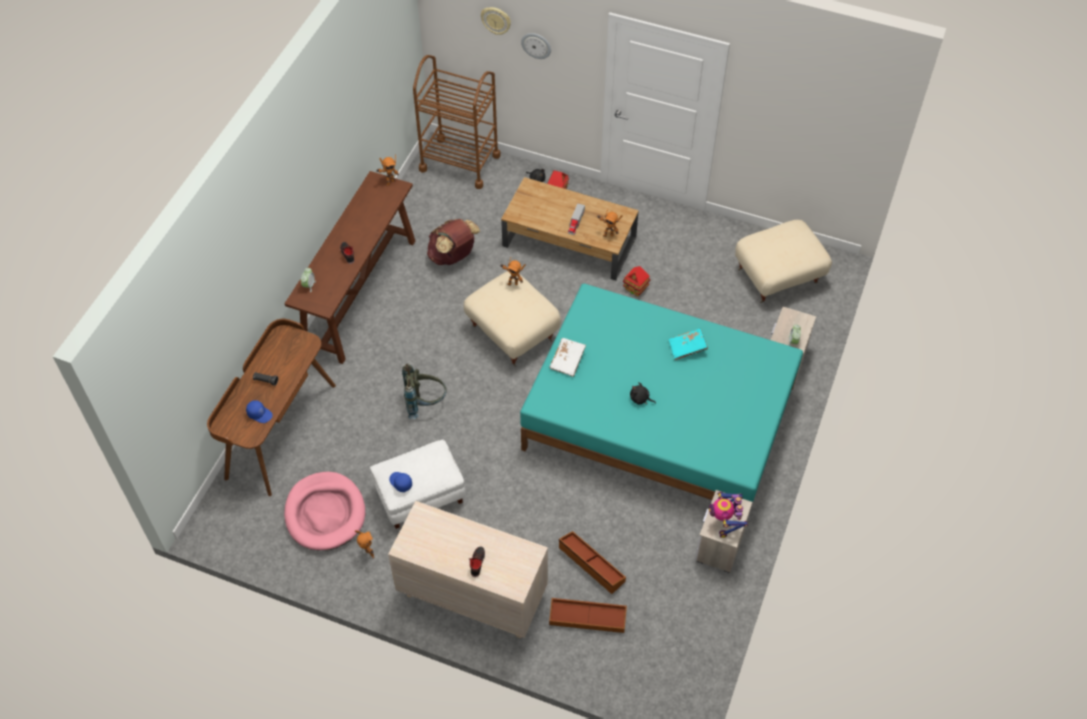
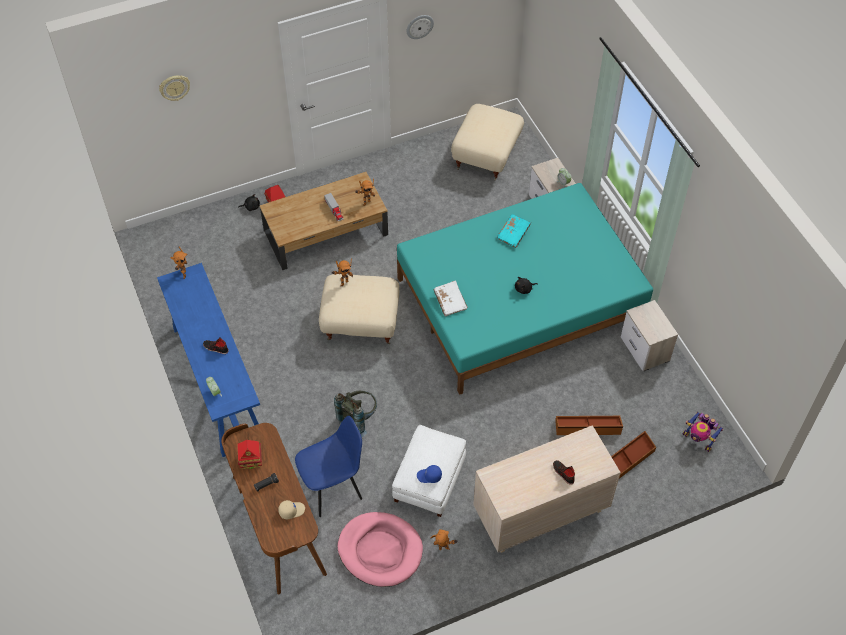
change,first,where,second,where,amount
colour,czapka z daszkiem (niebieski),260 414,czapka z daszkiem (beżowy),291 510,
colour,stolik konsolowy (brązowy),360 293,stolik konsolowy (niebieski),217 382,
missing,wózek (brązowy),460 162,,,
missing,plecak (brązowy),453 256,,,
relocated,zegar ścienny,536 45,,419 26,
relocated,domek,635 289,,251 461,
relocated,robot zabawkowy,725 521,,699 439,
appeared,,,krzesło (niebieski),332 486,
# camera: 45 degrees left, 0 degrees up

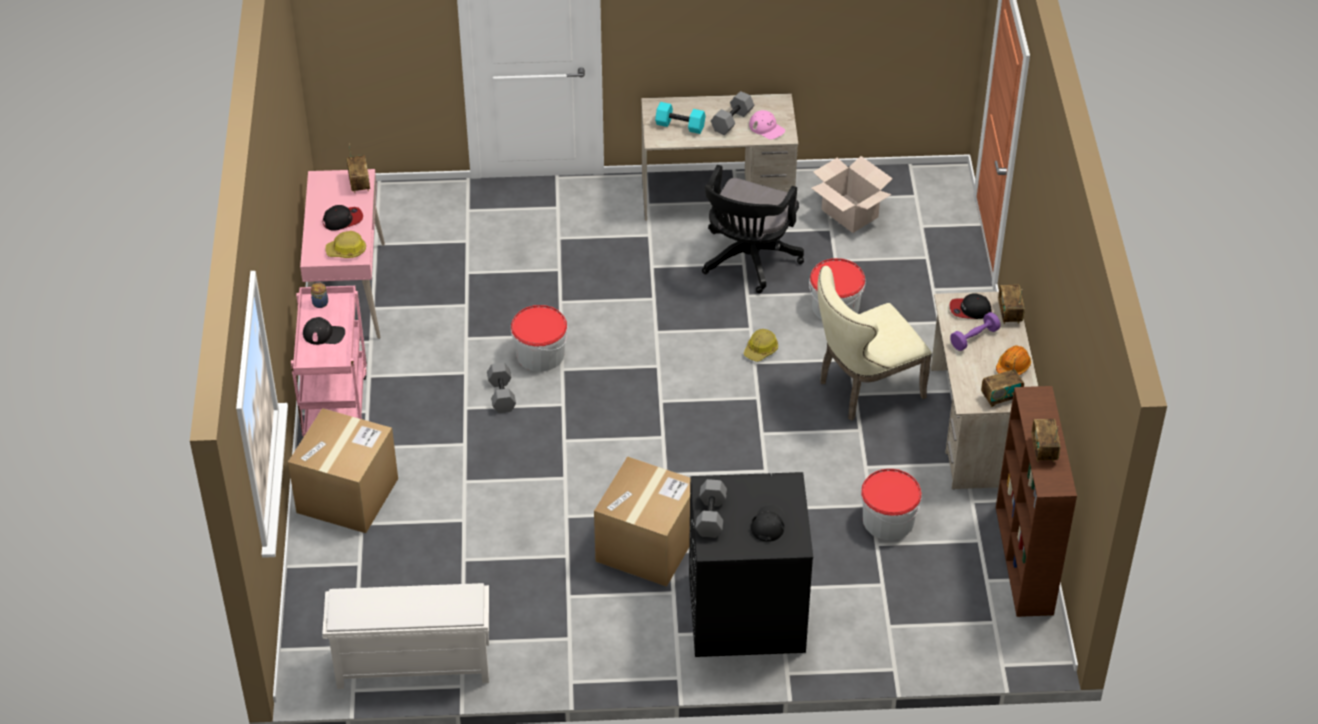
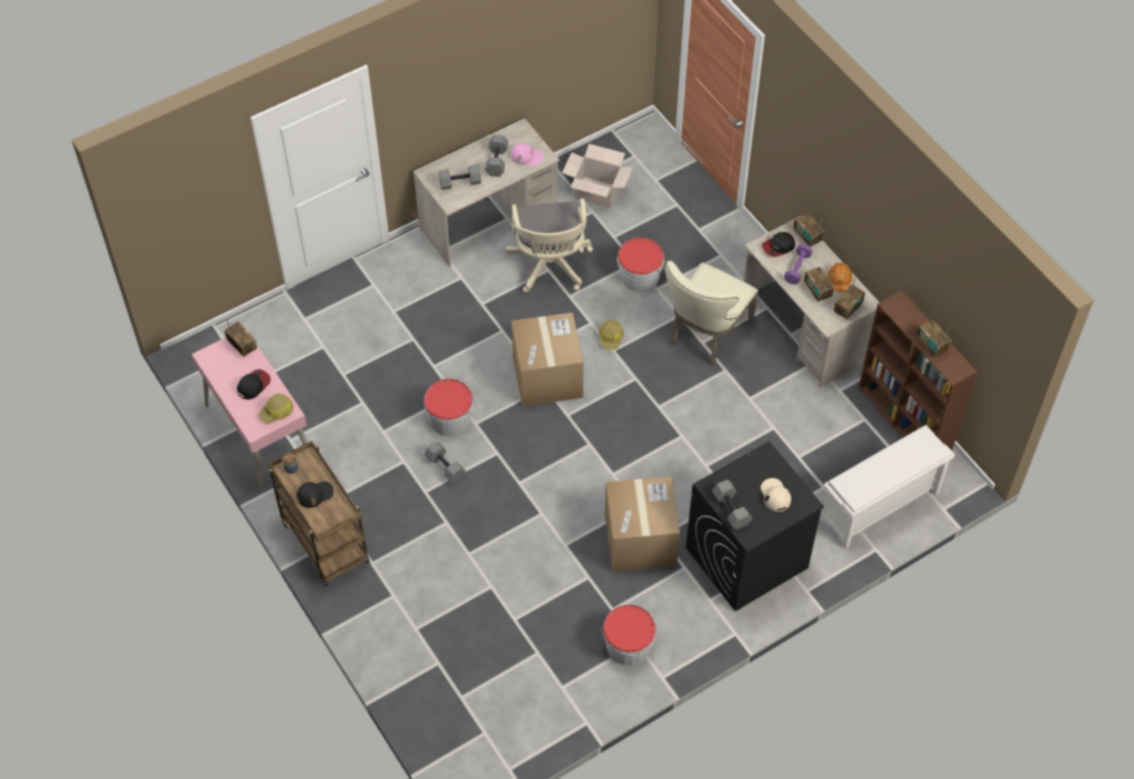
change,first,where,second,where,amount
relocated,karton,347 495,,547 377,
colour,wózek (różowy),335 408,wózek (brązowy),323 541,
relocated,regał na buty (biały),412 666,,879 507,
colour,hantel (turkusowy),679 126,hantel (szary),460 183,
colour,krzesło biurowe (czarny),747 261,krzesło biurowe (beżowy),550 267,
colour,czapka z daszkiem (czarny),768 524,czapka z daszkiem (beżowy),775 495,
relocated,wiadro,888 520,,628 645,
appeared,,,radio,817 291,
# camera: 30 degrees left, 10 degrees up

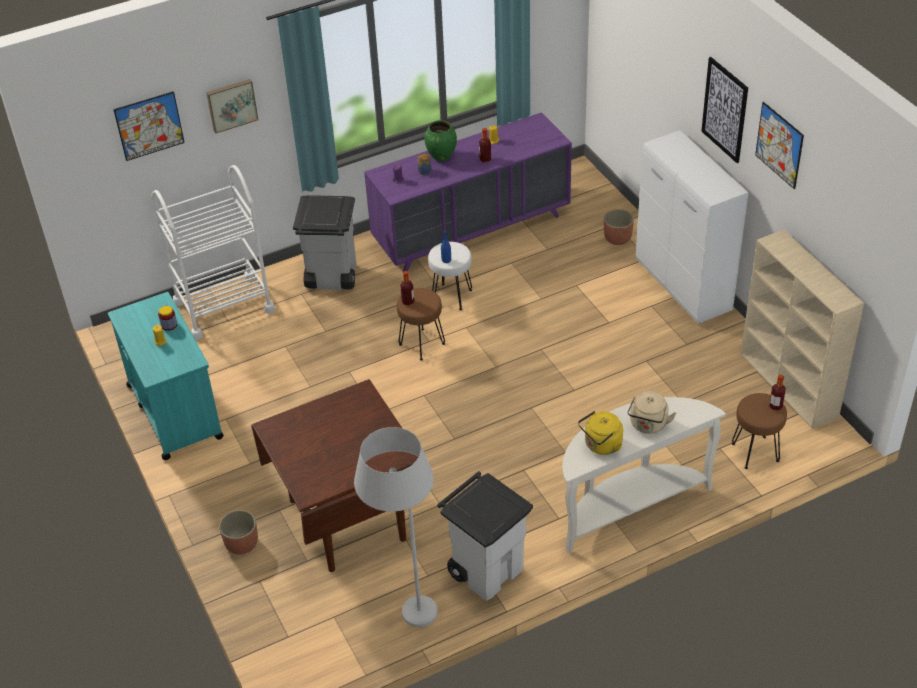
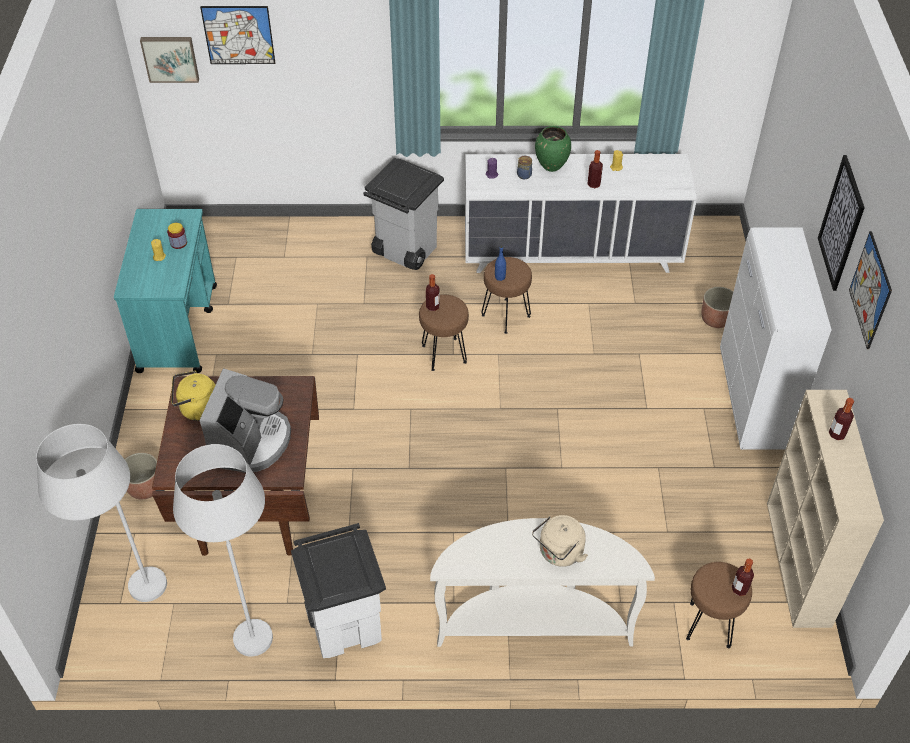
change,first,where,second,where,amount
missing,wózek (biały),224 306,,,
relocated,obraz,231 104,,170 58,
colour,komoda (fioletowy),472 230,komoda (biały),571 254,
colour,stołek (biały),452 296,stołek (brązowy),506 316,
relocated,czajnik (żółty),601 445,,197 409,
appeared,,,lampa stojąca (biały),131 600,
appeared,,,ekspres do kawy,250 442,
appeared,,,butelka,837 434,
# camera: 25 degrees right, 5 degrees up

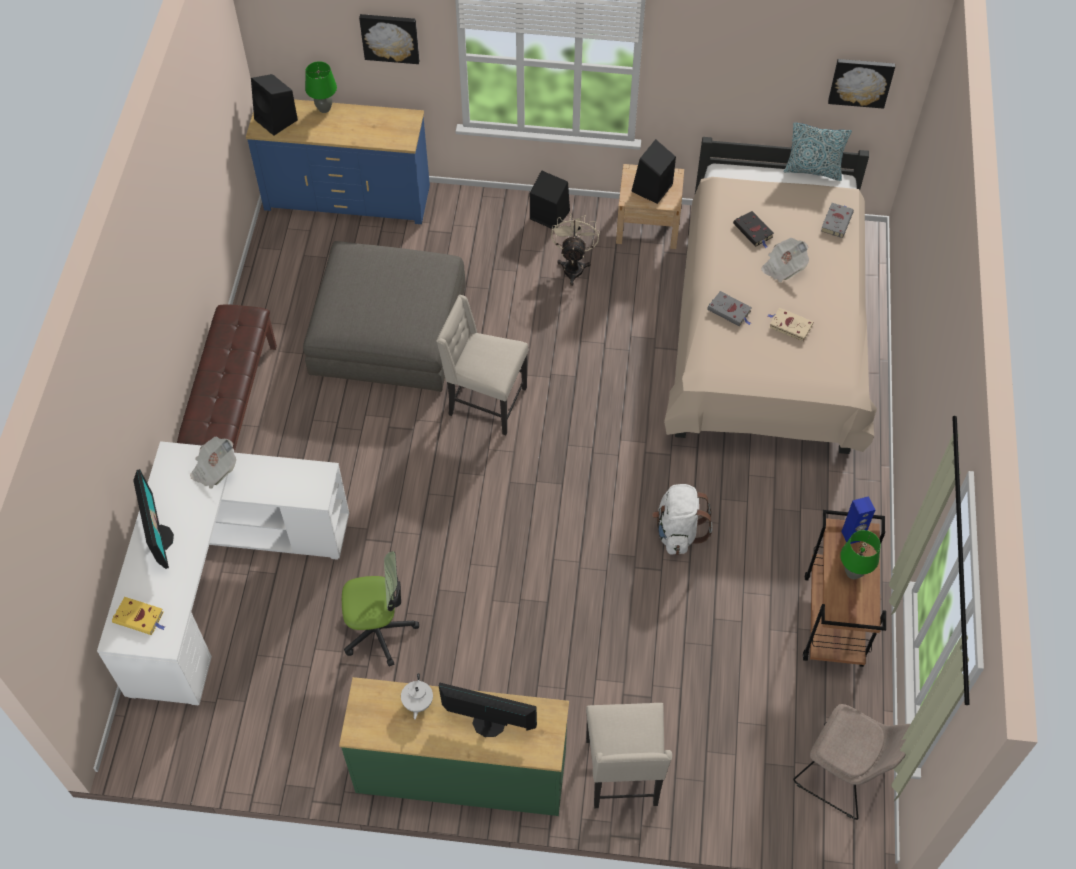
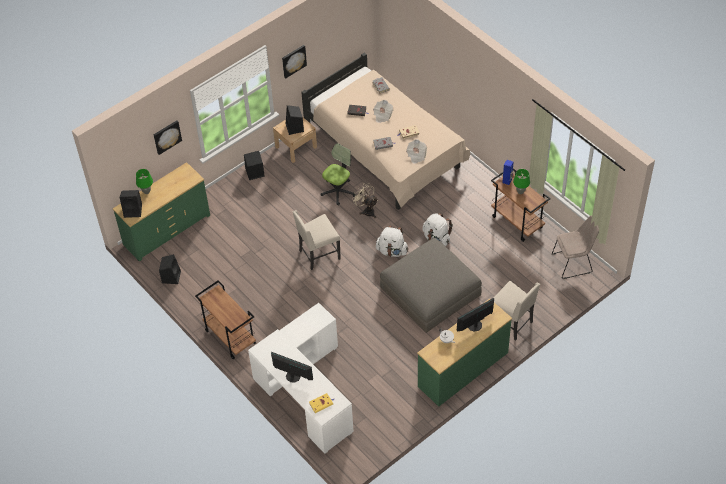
change,first,where,second,where,amount
exchanged,ławka (brązowy),233 410,wózek (brązowy),229 337,
relocated,gazeta,214 469,,416 155,
colour,komoda (niebieski),347 197,komoda (zielony),166 230,
relocated,pufa (szary),388 329,,430 291,
relocated,krzesło biurowe,378 630,,338 191,
relocated,wentylator (beżowy),573 266,,367 210,
missing,poduszka,813 170,,,
relocated,obraz,861 81,,293 60,
appeared,,,głośnik (czarny),171 276,
appeared,,,plecak (biały),392 251,
# camera: 45 degrees left, 5 degrees down

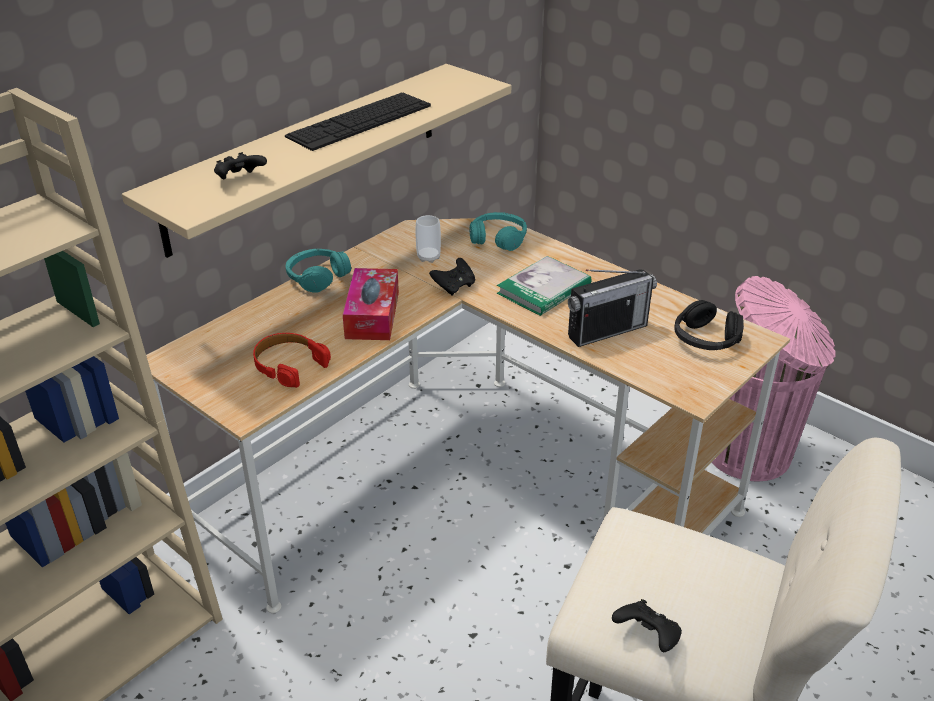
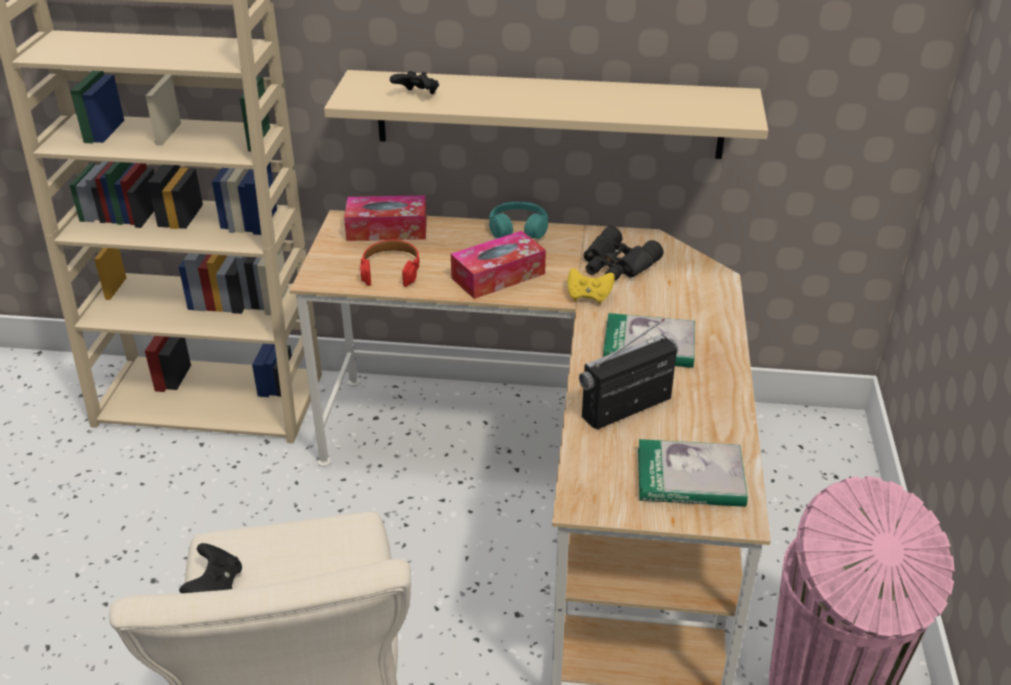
change,first,where,second,where,amount
missing,klawiatura,360 121,,,
exchanged,filiżanka,428 257,lornetka (czarny),616 265,
colour,pad do gier (czarny),454 287,pad do gier (żółty),589 296,
missing,słuchawki (turkusowy),498 239,,,
spun,radio,607 331,,627 408,120 degrees clockwise
exchanged,słuchawki (czarny),705 339,książka,690 477,
appeared,,,pudełko chusteczek,387 229,
# camera: 55 degrees right, 0 degrees up

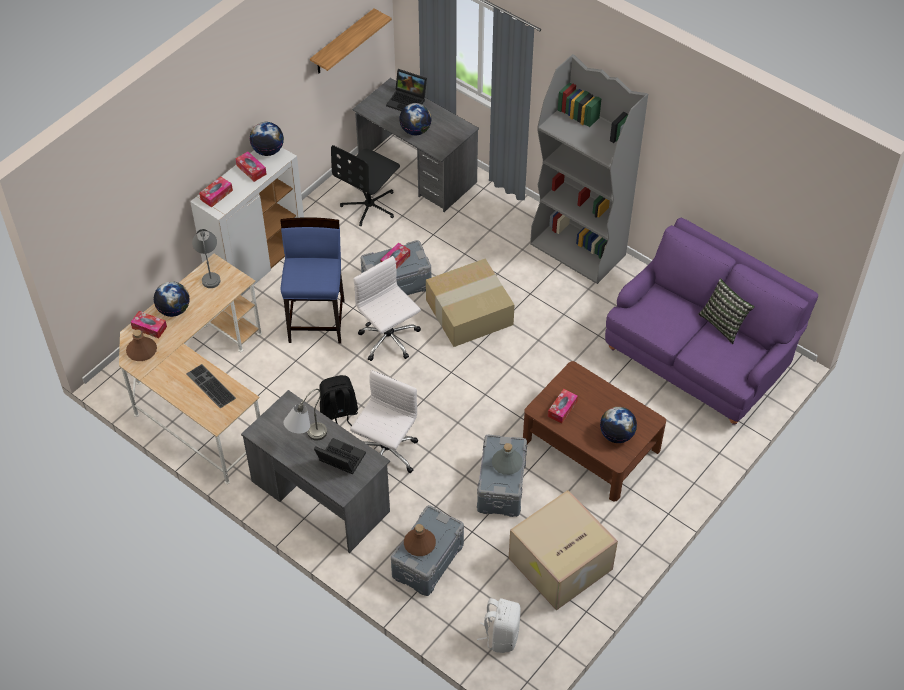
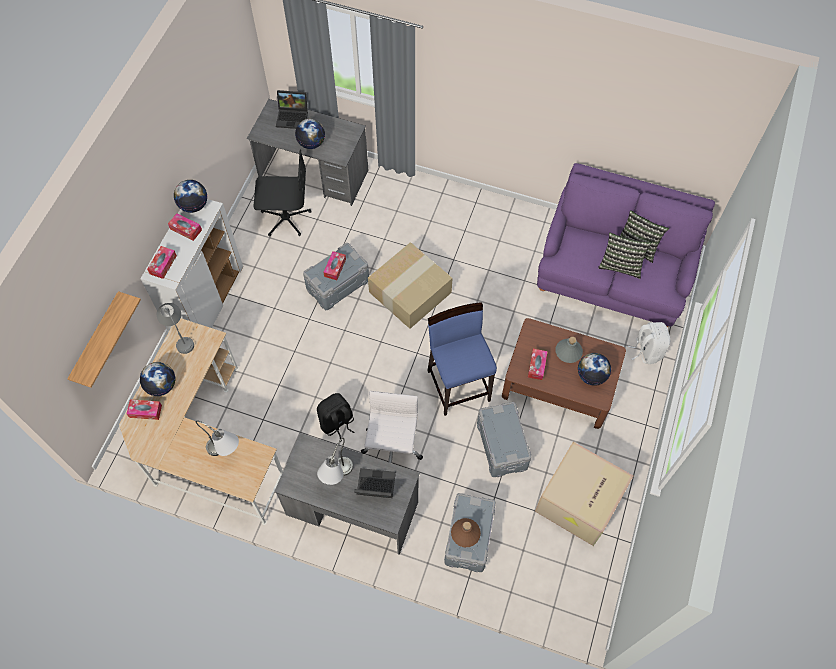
change,first,where,second,where,amount
missing,butelka (brązowy),141 351,,,
exchanged,klawiatura,209 386,lampa stołowa (szary),226 453,
relocated,stołek (niebieski),317 320,,459 385,
relocated,półka,343 42,,97 340,
spun,krzesło biurowe (czarny),370 205,,285 218,105 degrees counterclockwise
missing,krzesło biurowe (biały),389 340,,,
relocated,plecak (biały),501 635,,646 350,
relocated,butelka (szary),507 463,,568 351,
missing,regał (szary),578 250,,,
appeared,,,poduszka,621 265,
# camera: 20 degrees left, 10 degrees up

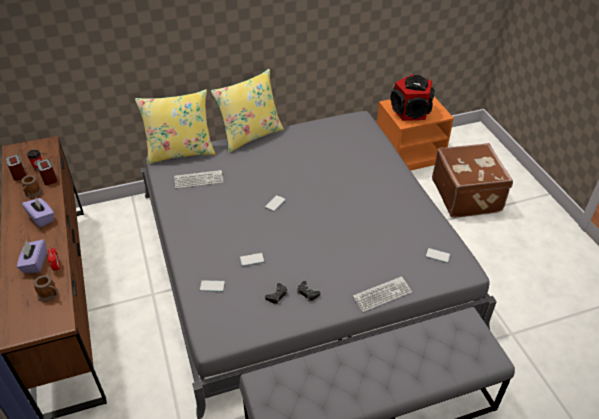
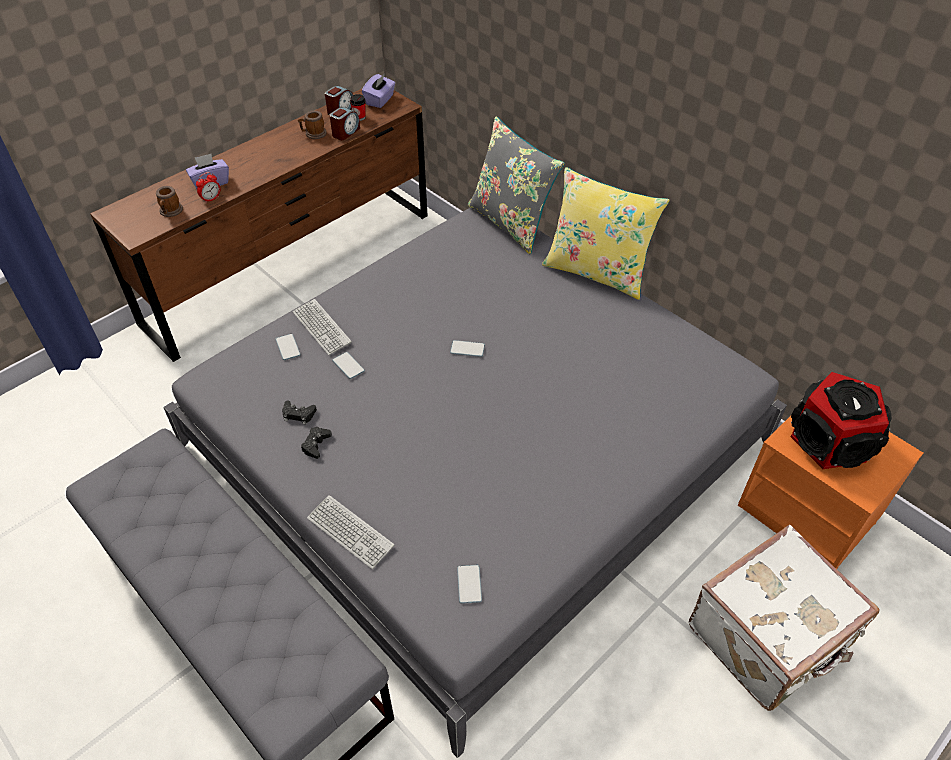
change,first,where,second,where,amount
relocated,pudełko chusteczek (fioletowy),42 218,,380 100,
colour,poduszka (żółty),180 152,poduszka (szary),511 222,
relocated,klawiatura,199 180,,321 328,
colour,walizka (brązowy),467 195,walizka (biały),770 638,
# camera: 65 degrees right, 5 degrees up

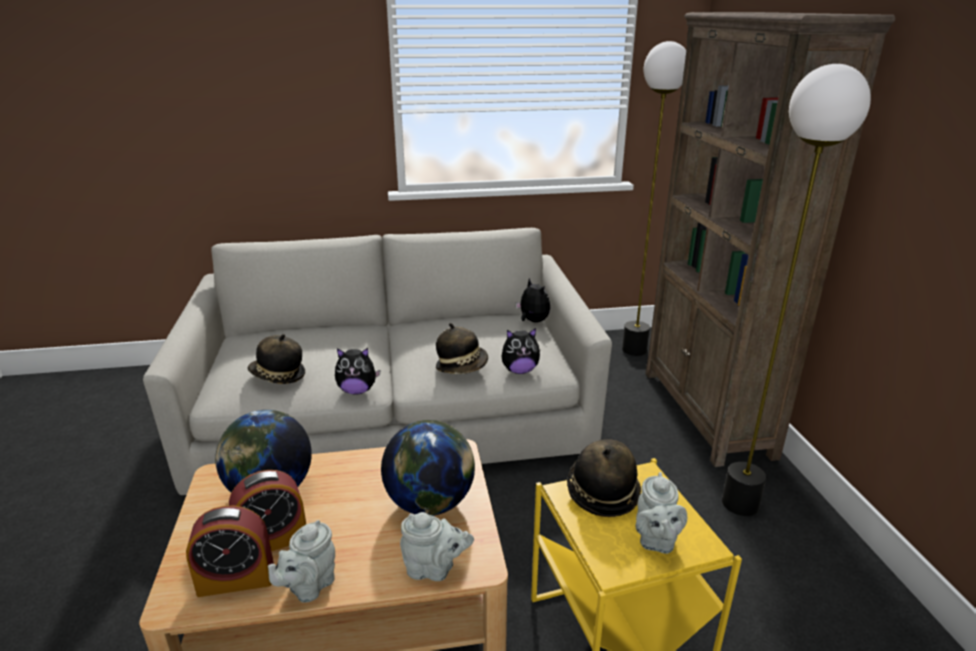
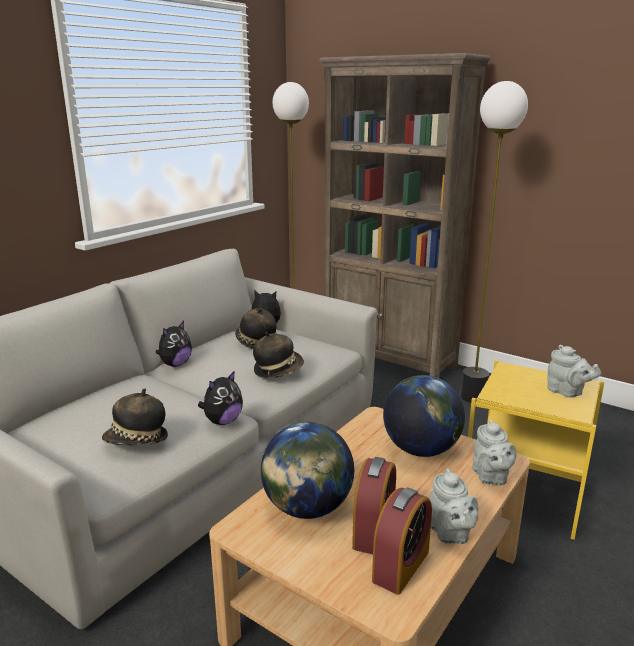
change,first,where,second,where,amount
spun,imbryk (szary),434 569,,490 477,120 degrees clockwise
relocated,pluszak,519 370,,175 364,
relocated,kapelusz,602 492,,256 342,
# camera: 45 degrees left, 5 degrees down

